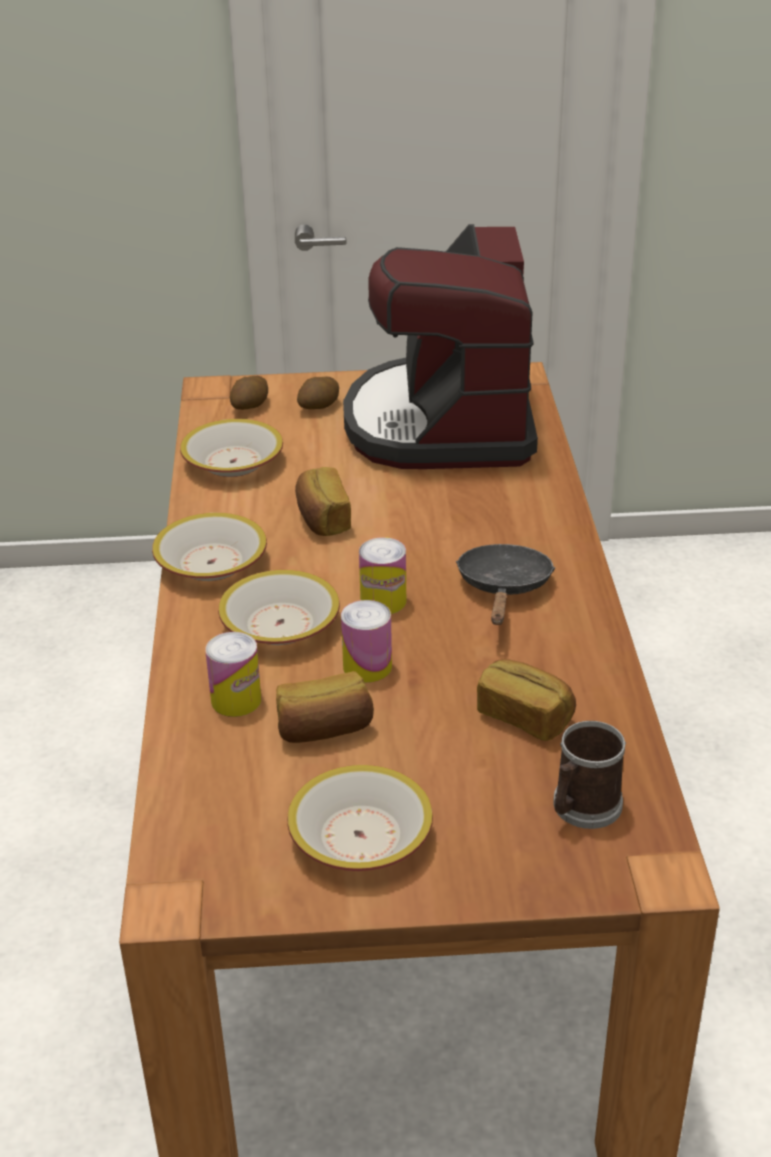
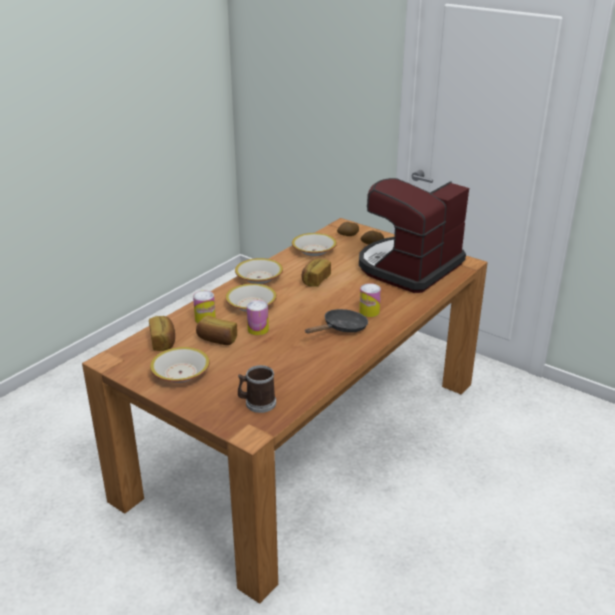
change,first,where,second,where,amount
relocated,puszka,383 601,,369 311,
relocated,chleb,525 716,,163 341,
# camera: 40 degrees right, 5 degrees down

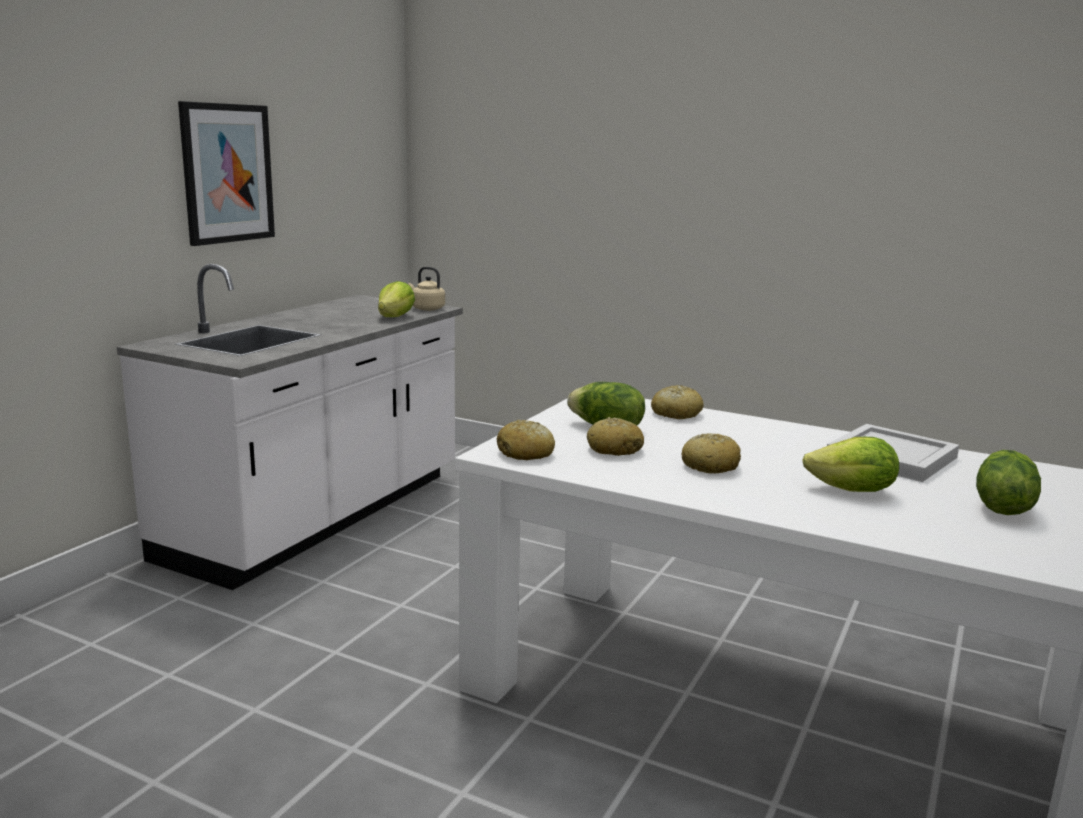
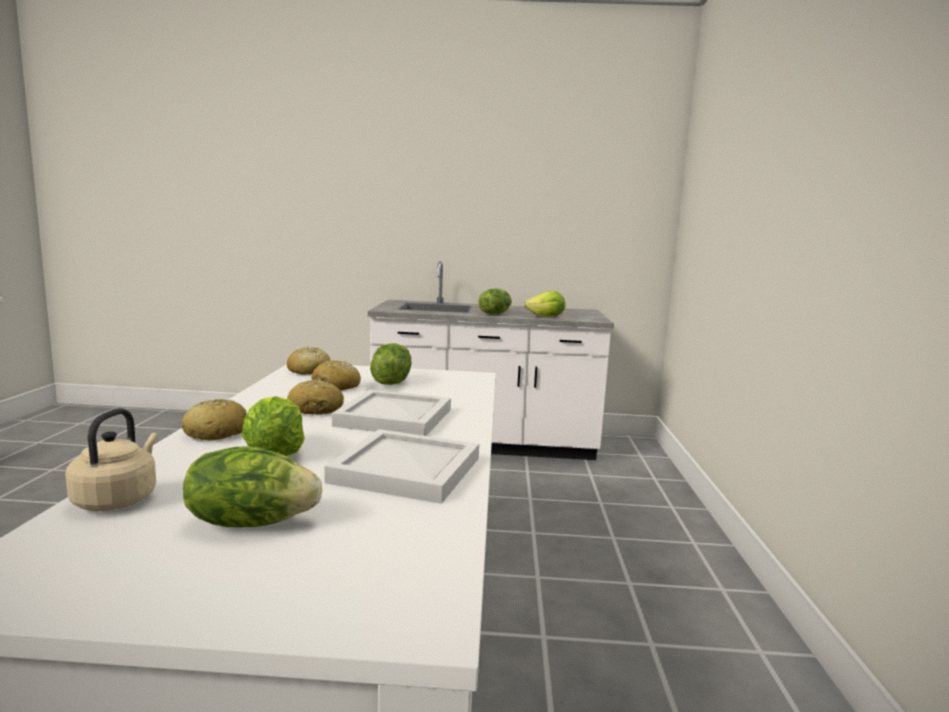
change,first,where,second,where,amount
missing,obraz,227 173,,,
relocated,czajnik (beżowy),426 308,,118 499,
relocated,chleb,676 414,,216 433,
appeared,,,taca (biały),396 417,
appeared,,,sałata,494 313,
# camera: 65 degrees right, 5 degrees down

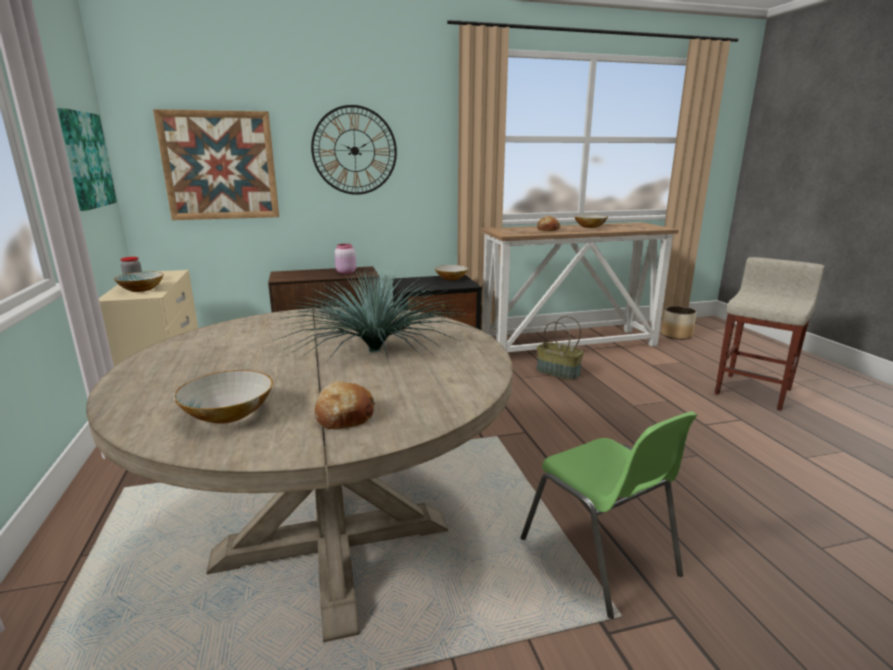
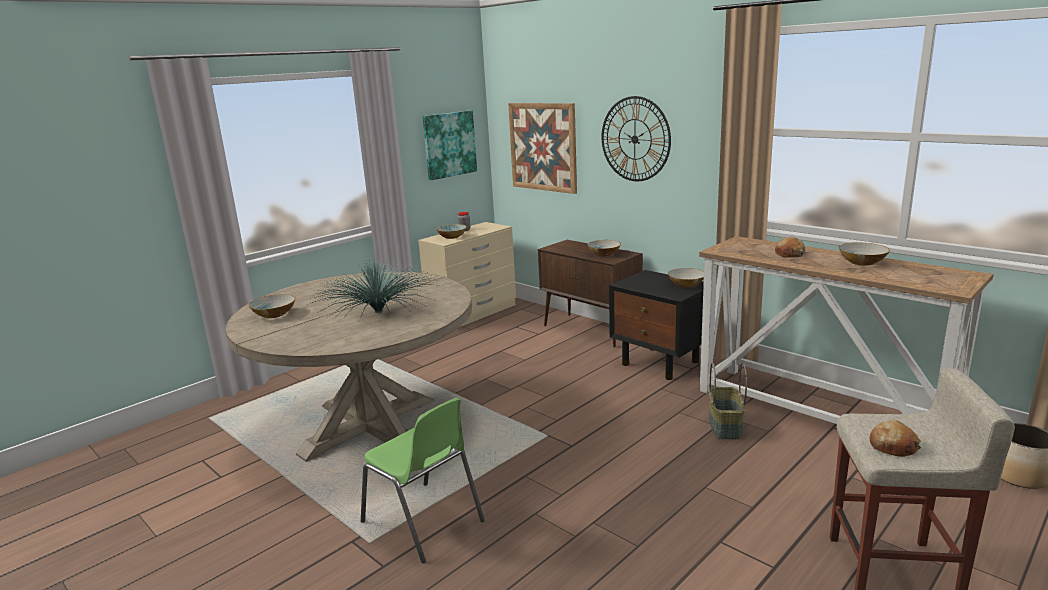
change,first,where,second,where,amount
relocated,chleb,344 416,,893 446,
exchanged,słoik (różowy),345 272,miska,604 254,
spun,krzesło (zielony),600 558,,424 522,75 degrees counterclockwise
# camera: 60 degrees right, 0 degrees up

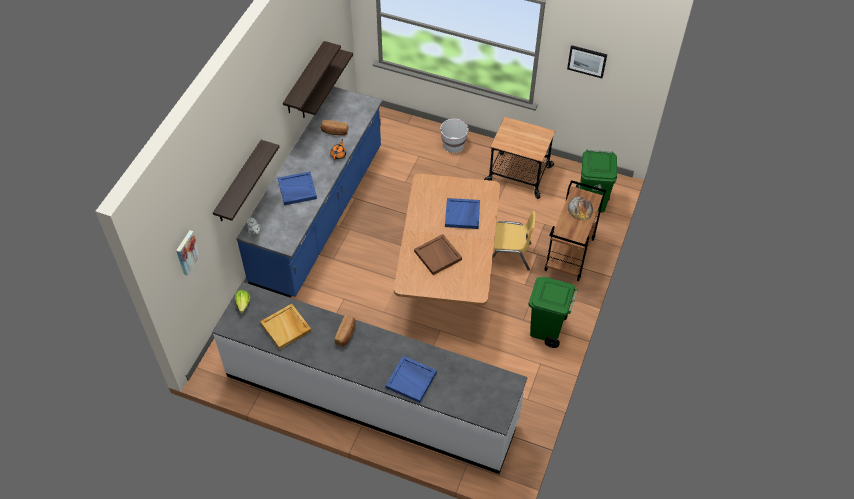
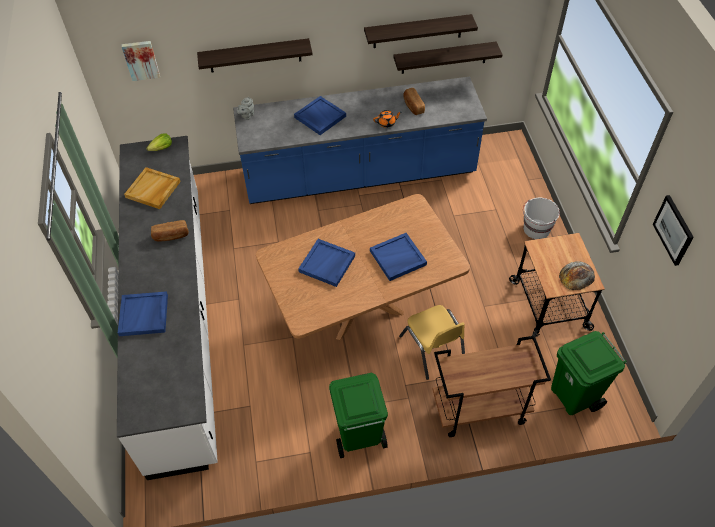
change,first,where,second,where,amount
colour,taca (brązowy),438 255,taca (niebieski),327 264,
relocated,chleb,580 208,,577 276,
# camera: 60 degrees right, 0 degrees up

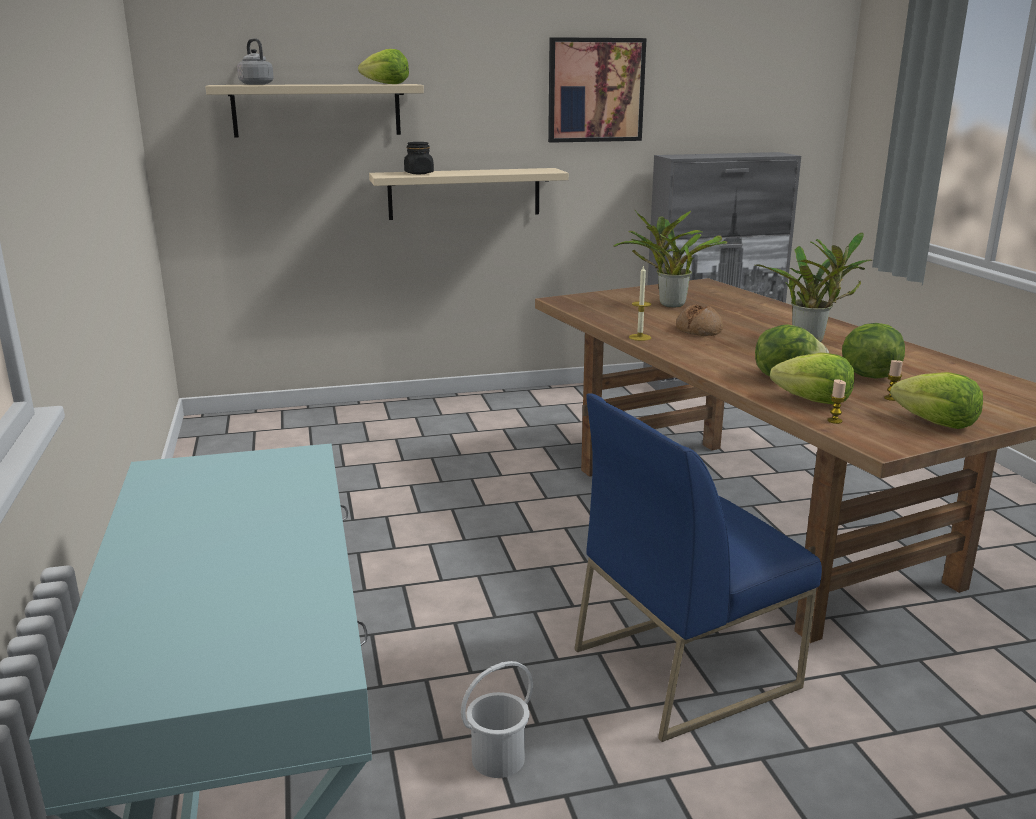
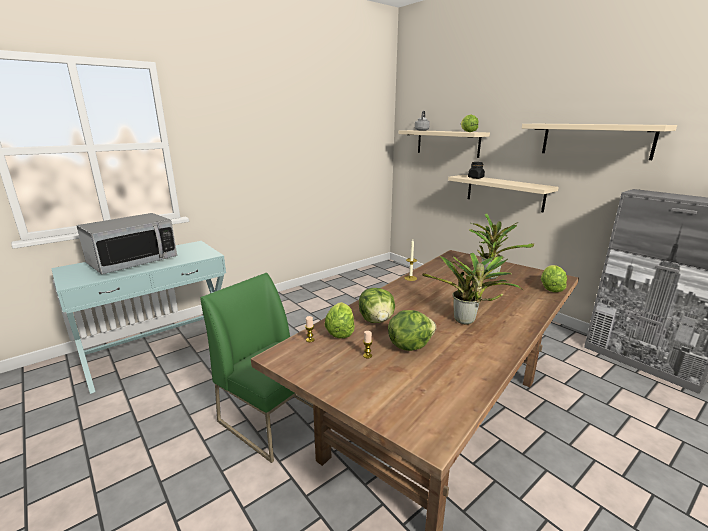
change,first,where,second,where,amount
missing,wiadro (biały),497 758,,,
exchanged,obraz,595 90,półka (beżowy),595 140,
colour,krzesło (niebieski),685 666,krzesło (zielony),274 418,
missing,chleb,699 330,,,
relocated,sałata,935 423,,550 288,
appeared,,,mikrofalówka,133 261,
# camera: 65 degrees right, 0 degrees up

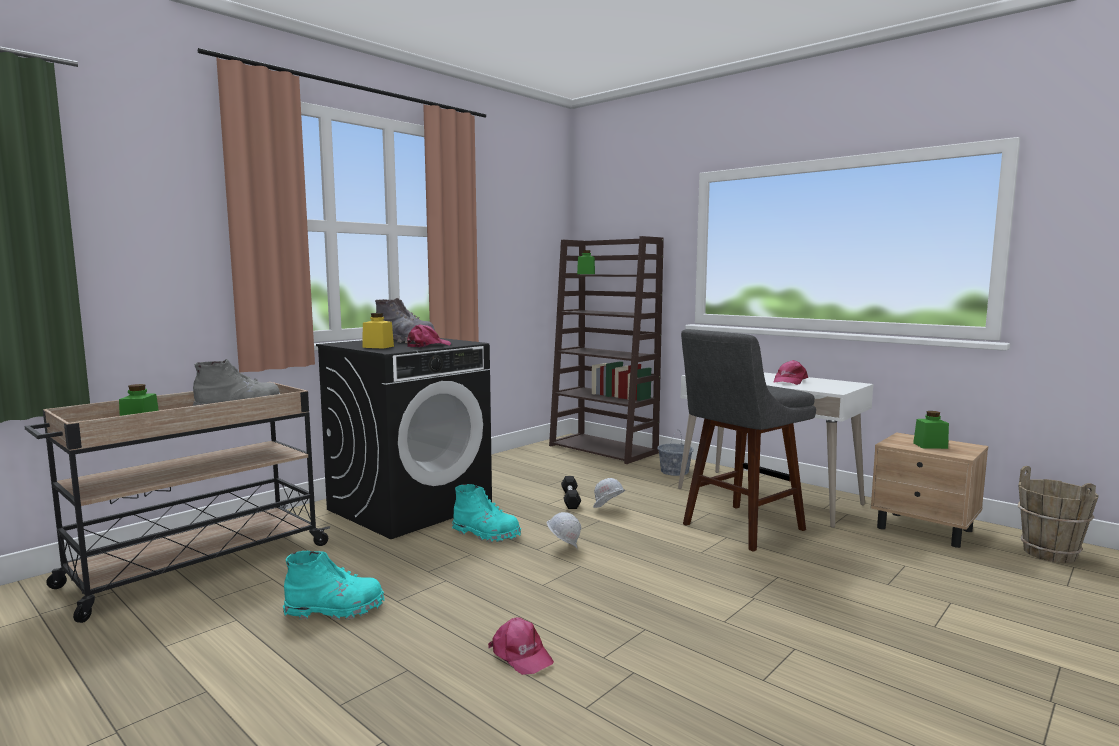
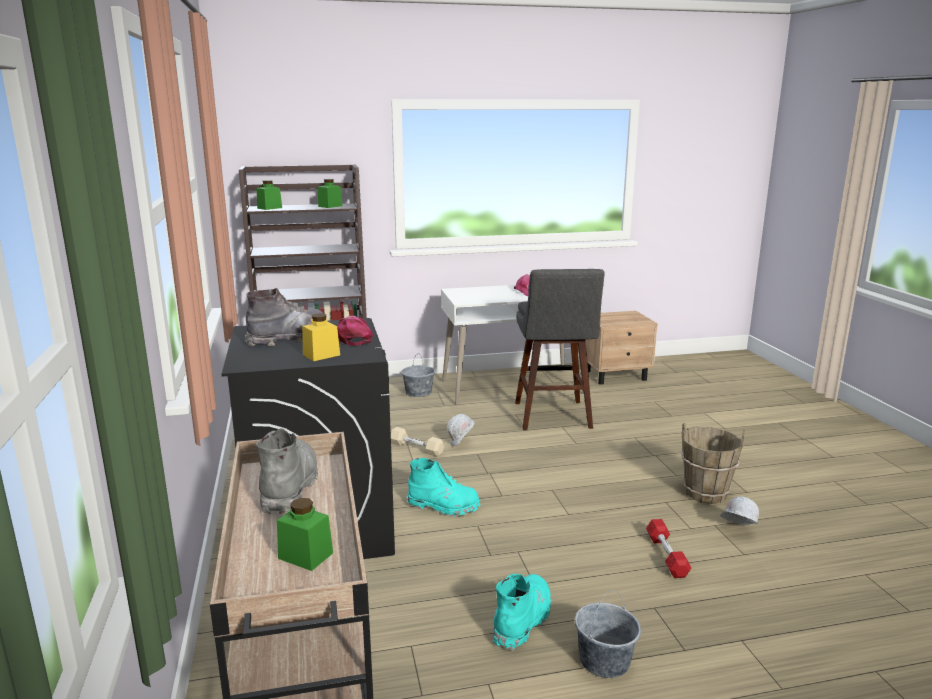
change,first,where,second,where,amount
spun,but z cholewką (turkusowy),486 534,,443 506,45 degrees clockwise
exchanged,czapka z daszkiem (różowy),521 655,hantel (czerwony),666 555,
relocated,kask (biały),563 548,,737 531,
colour,hantel (czarny),570 499,hantel (beżowy),416 448,
relocated,słoik (zielony),930 446,,330 206,
relocated,wiadro (brązowy),1050 553,,705 493,
appeared,,,wiadro (szary),604 661,
# camera: 55 degrees left, 10 degrees up

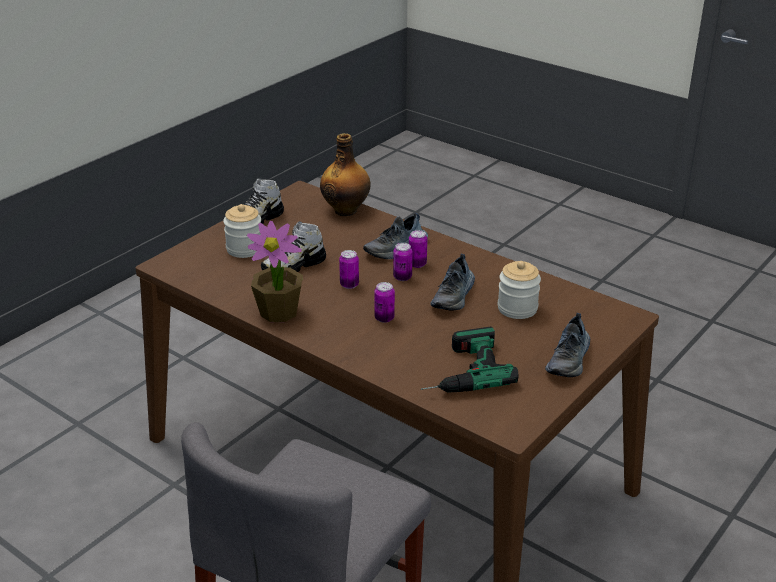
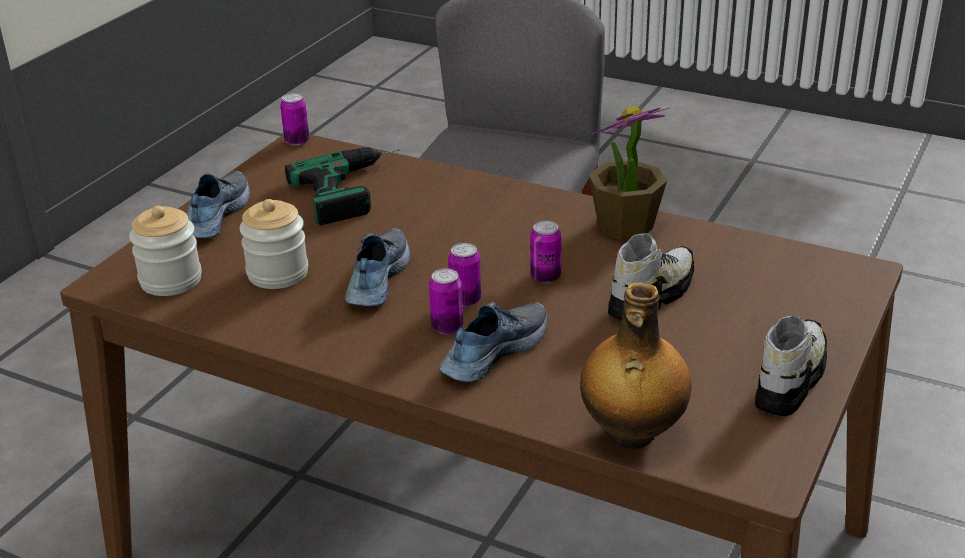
change,first,where,second,where,amount
relocated,słoik,244 249,,171 280,
relocated,puszka,384 318,,297 141,
# camera: 170 degrees right, 0 degrees up

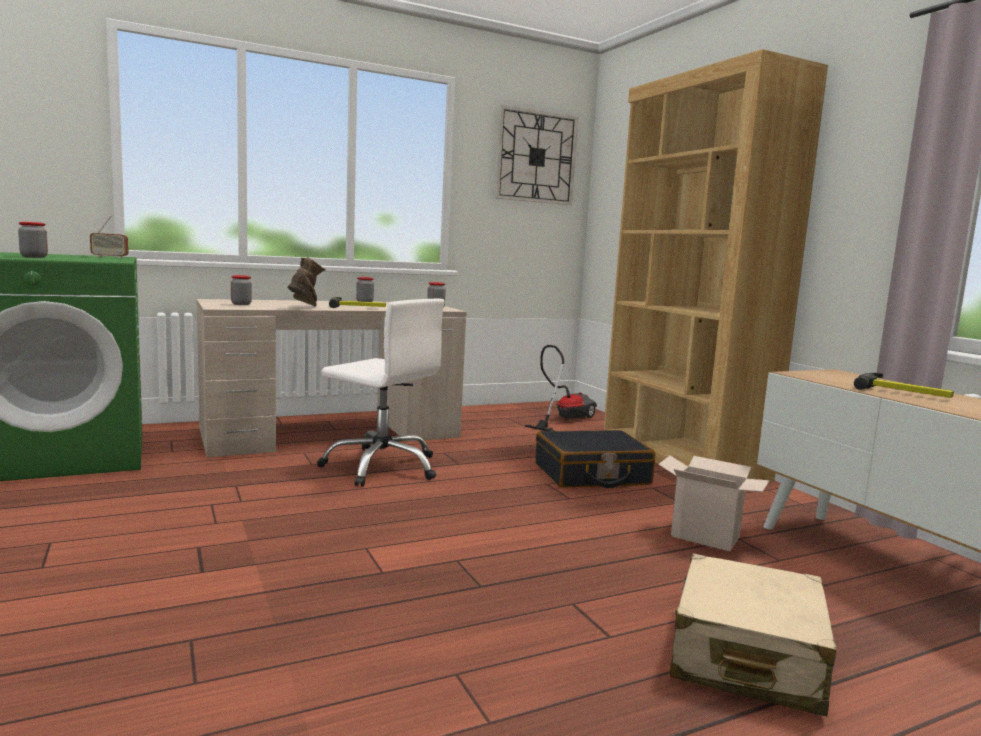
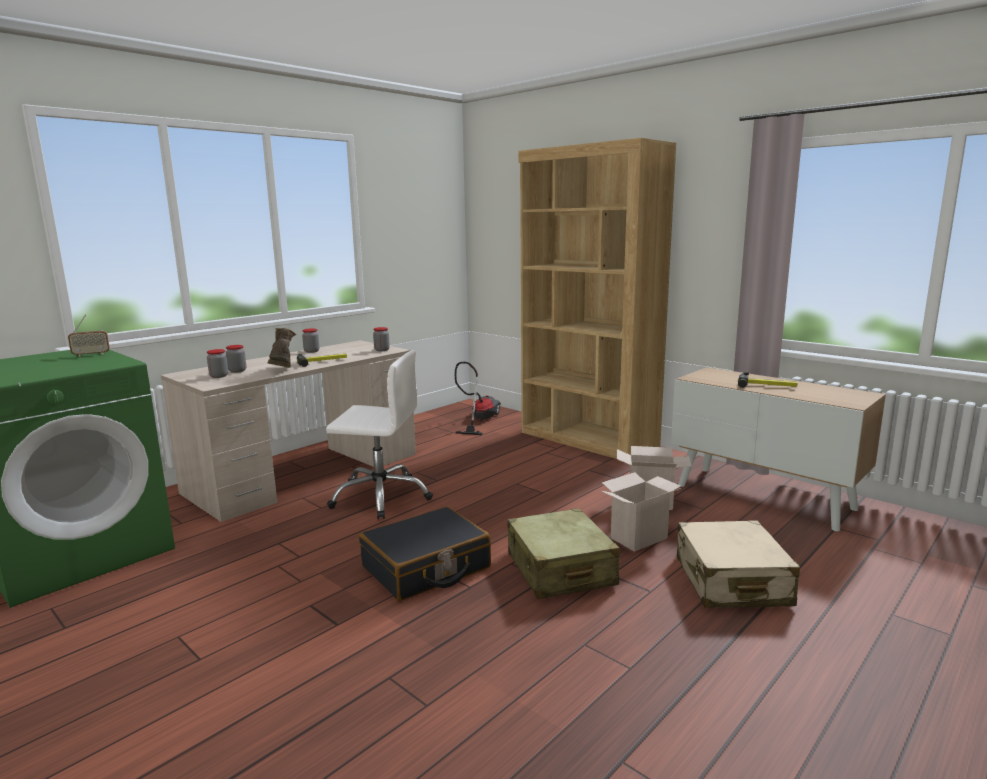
change,first,where,second,where,amount
relocated,słoik,34 257,,237 371,
missing,zegar ścienny,536 157,,,
relocated,walizka (czarny),591 475,,426 568,
appeared,,,walizka (beżowy),560 570,
appeared,,,karton,639 537,
# camera: 20 degrees left, 5 degrees up

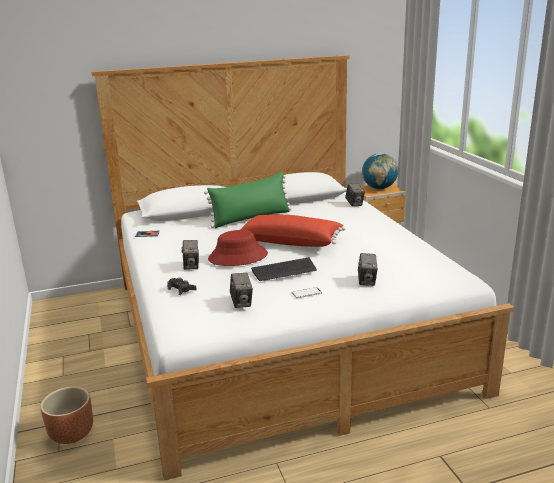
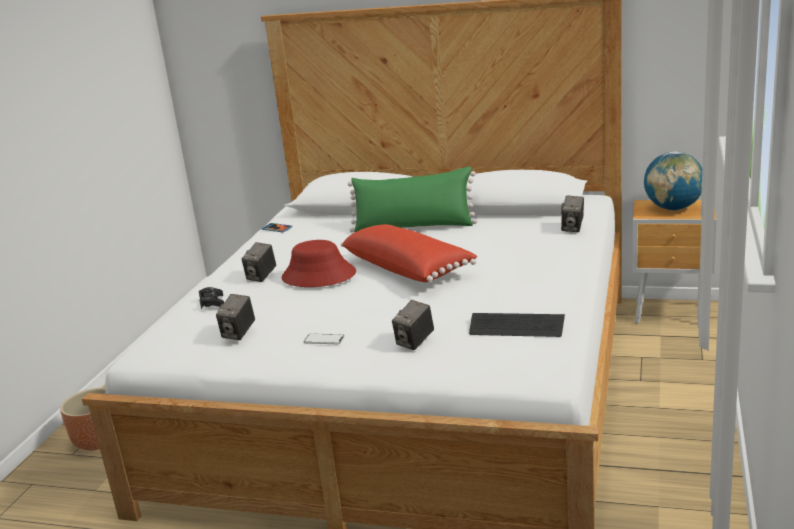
change,first,where,second,where,amount
relocated,klawiatura,284 271,,516 327,
# camera: 35 degrees right, 0 degrees up

